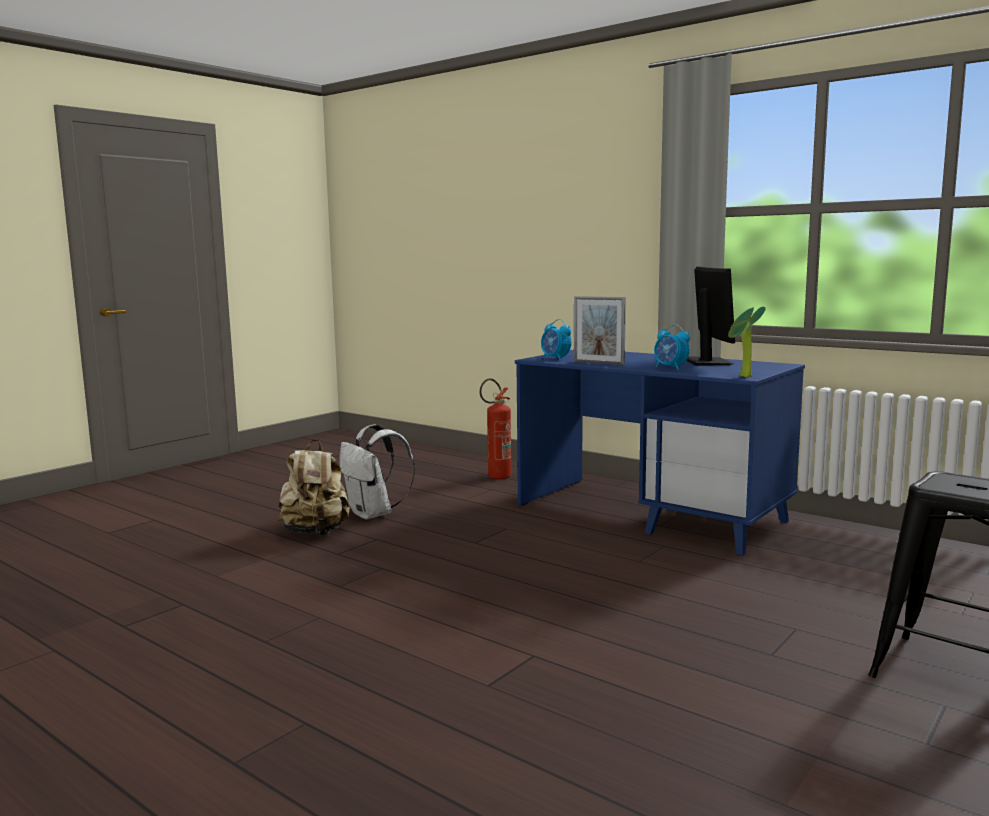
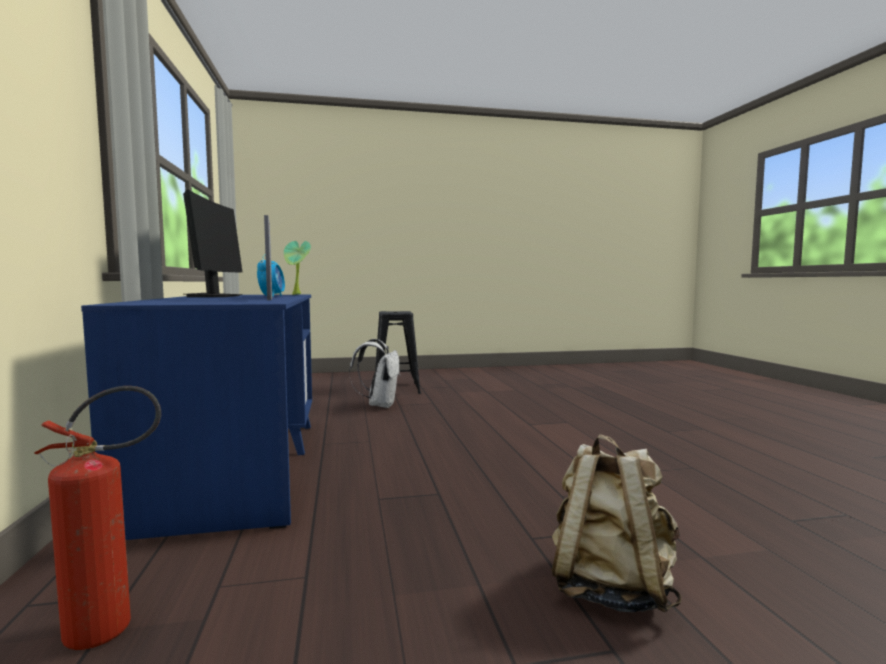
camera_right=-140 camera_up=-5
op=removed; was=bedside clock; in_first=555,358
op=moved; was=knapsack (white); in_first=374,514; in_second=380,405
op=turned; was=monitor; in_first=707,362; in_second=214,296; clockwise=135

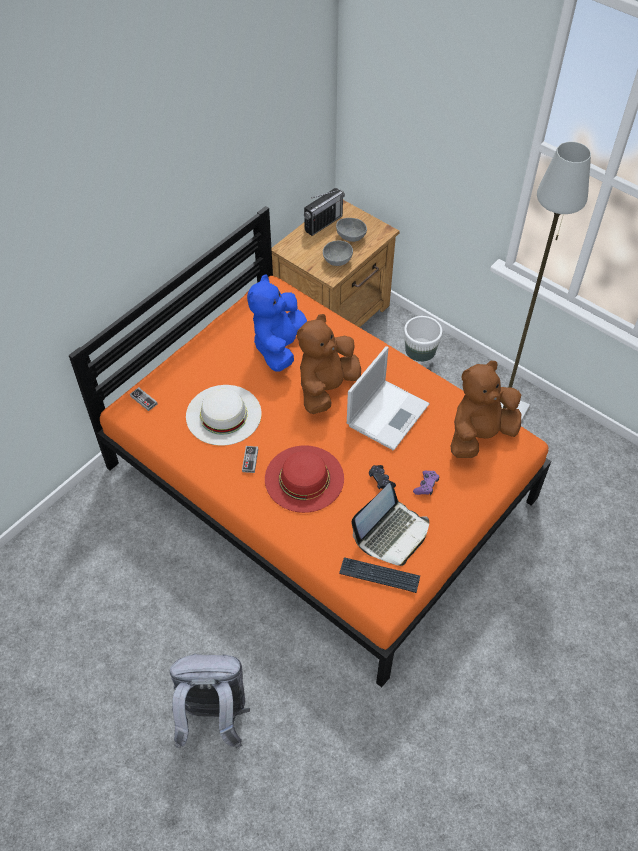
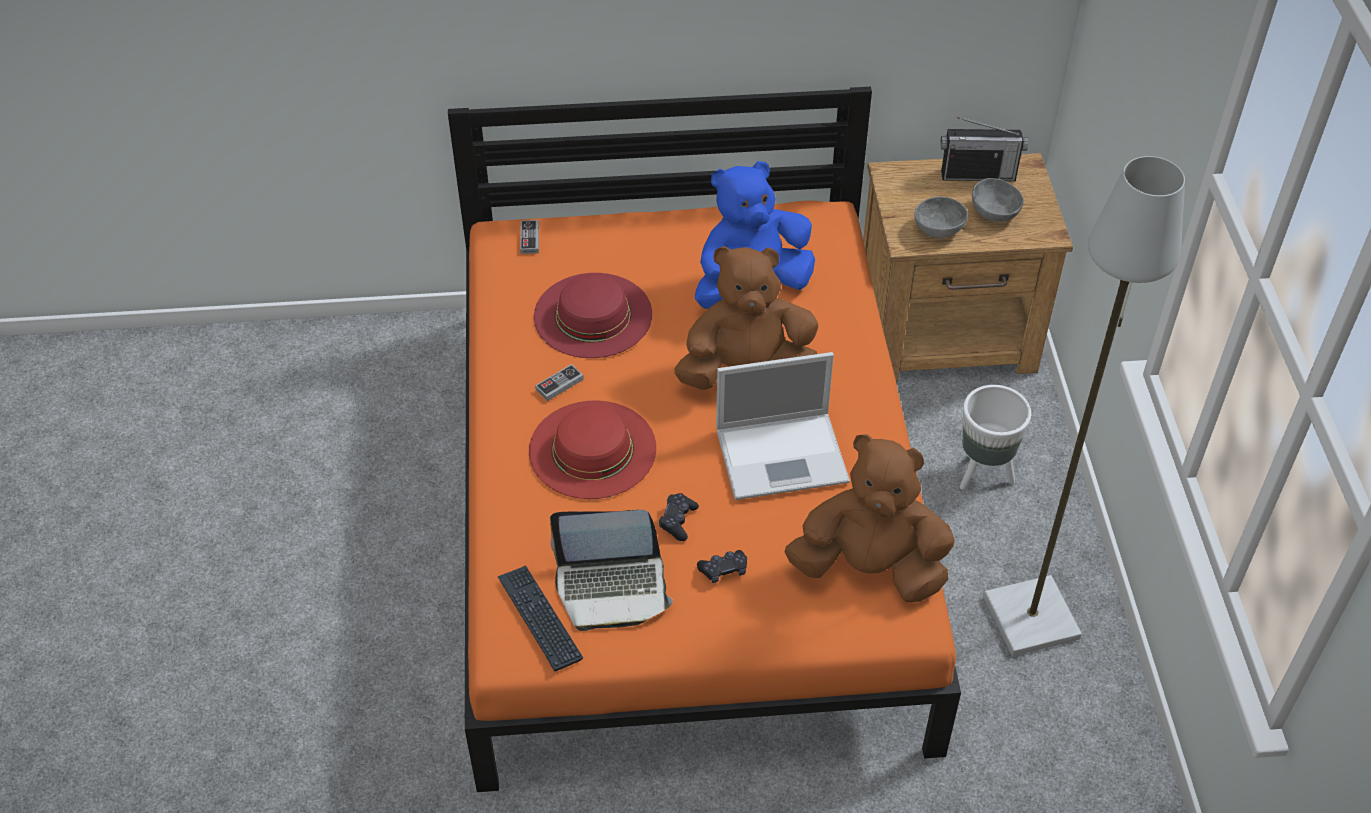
camera_right=45 camera_up=-5
op=removed; was=knapsack (gray); in_first=213,716
op=recoloured; was=hat (white); now=hat (red-coloured); in_first=223,414; in_second=592,315
op=recoloured; was=joypad (purplish); now=joypad (black-coloured); in_first=426,485; in_second=724,570

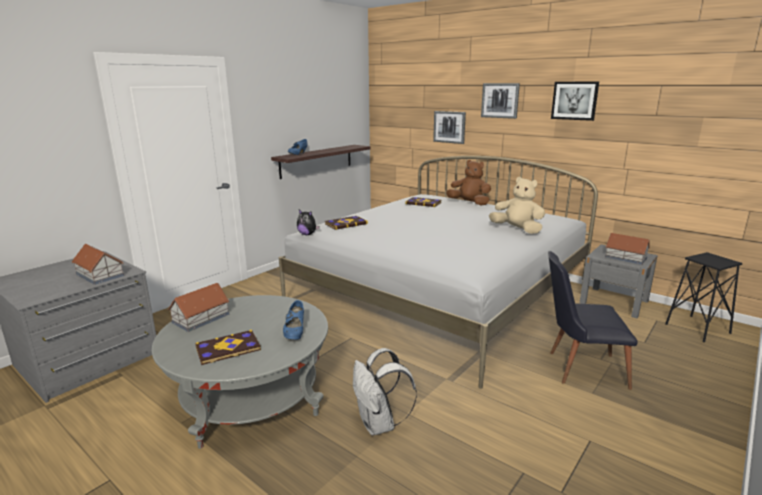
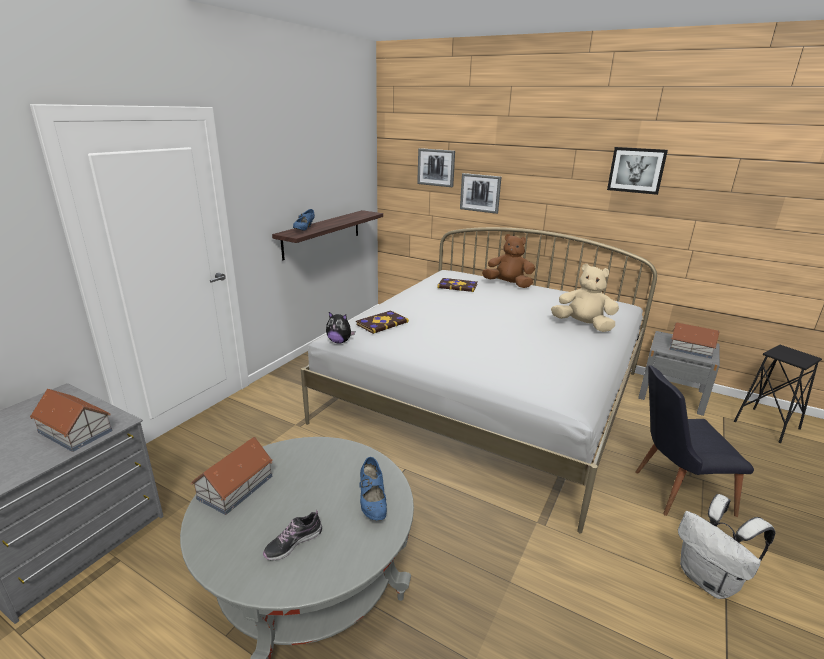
camera_right=-10 camera_up=5
op=moved; was=knapsack (white); in_first=379,424; in_second=709,580
op=moved; was=picture; in_first=500,100; in_second=436,167
op=replaced; was=book; now=item of footwear; in_first=228,349; in_second=293,543

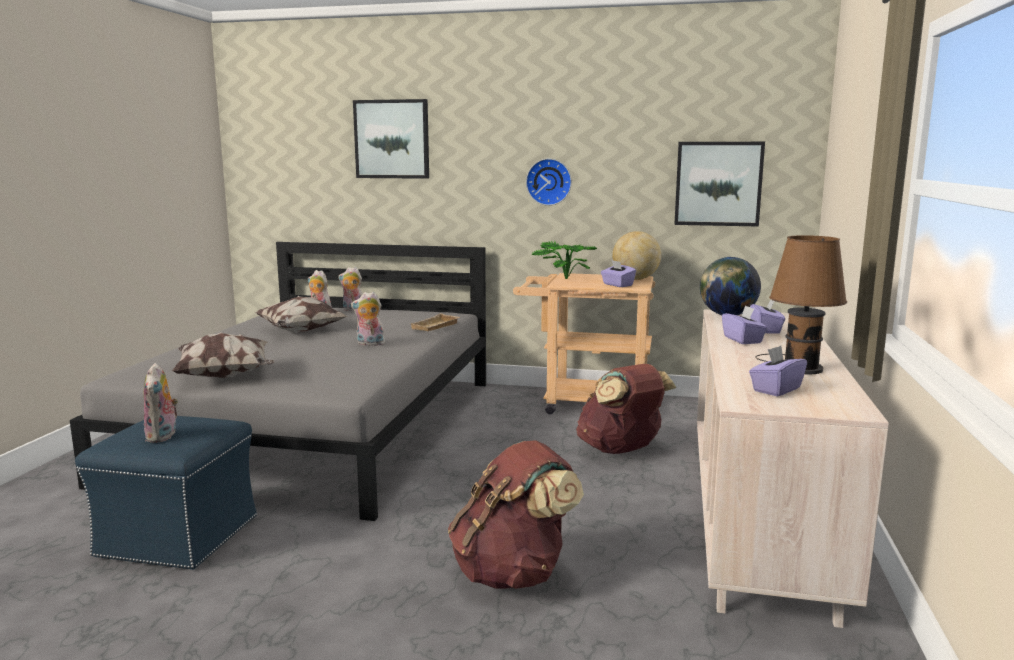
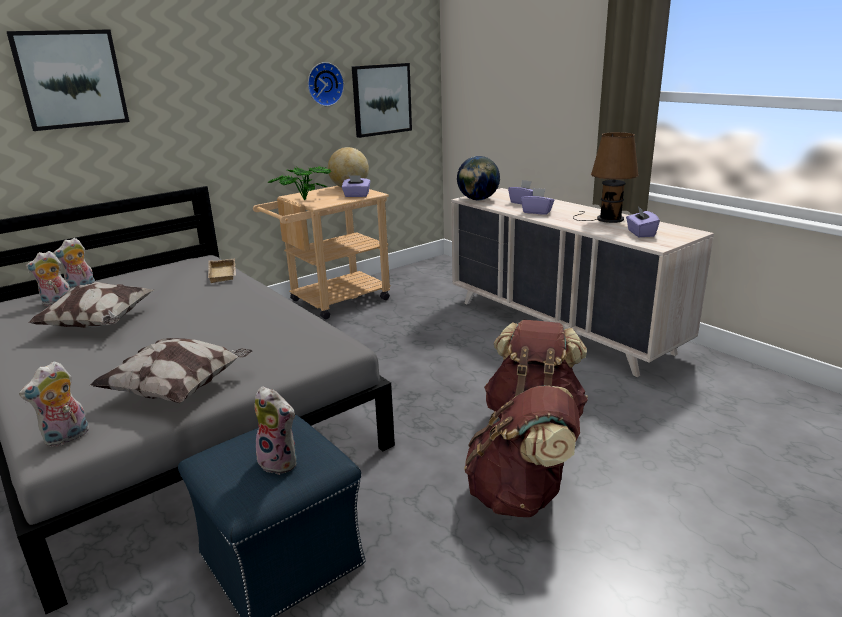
camera_right=-50 camera_up=10
op=moved; was=cuddly toy; in_first=369,344; in_second=67,438
op=moved; was=clock on the wall; in_first=549,182; in_second=324,84
op=moved; was=knapsack (brown); in_first=621,450; in_second=521,496

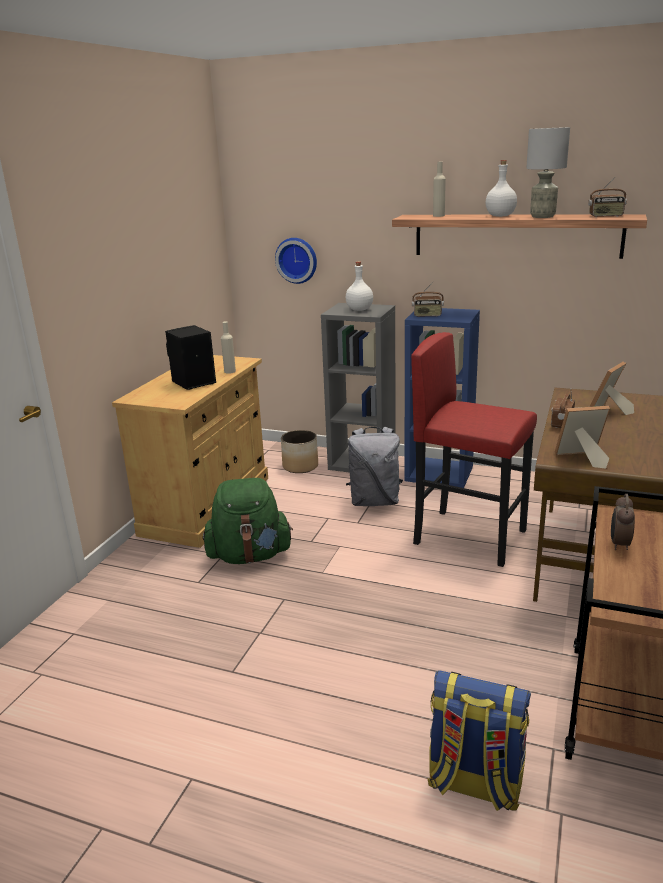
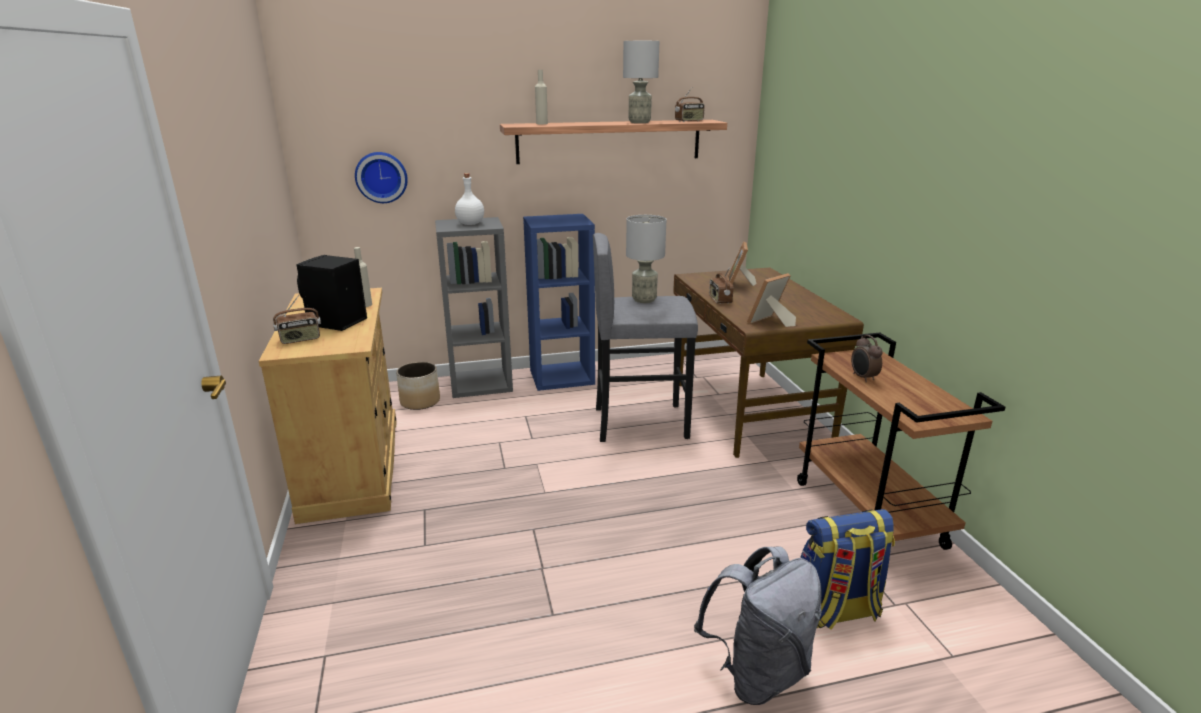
camera_right=-35 camera_up=0
op=removed; was=knapsack (greenish); in_first=249,556
op=removed; was=drink bottle (white); in_first=501,216
op=added; now=tabletop lamp (gray); in_second=643,300
op=moved; was=knapsack (gray); in_first=374,501; in_second=757,673
op=moved; was=radio; in_first=427,315; in_second=300,339
op=recoloured; was=stool (red-coloured); now=stool (gray); in_first=470,537; in_second=640,422

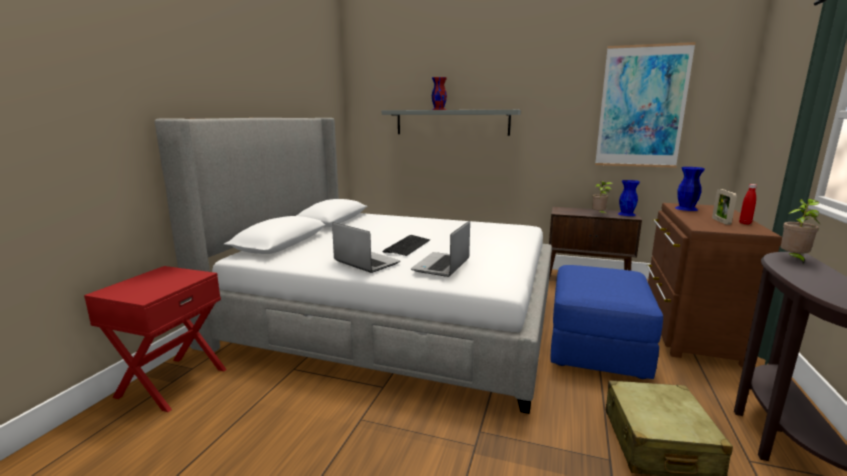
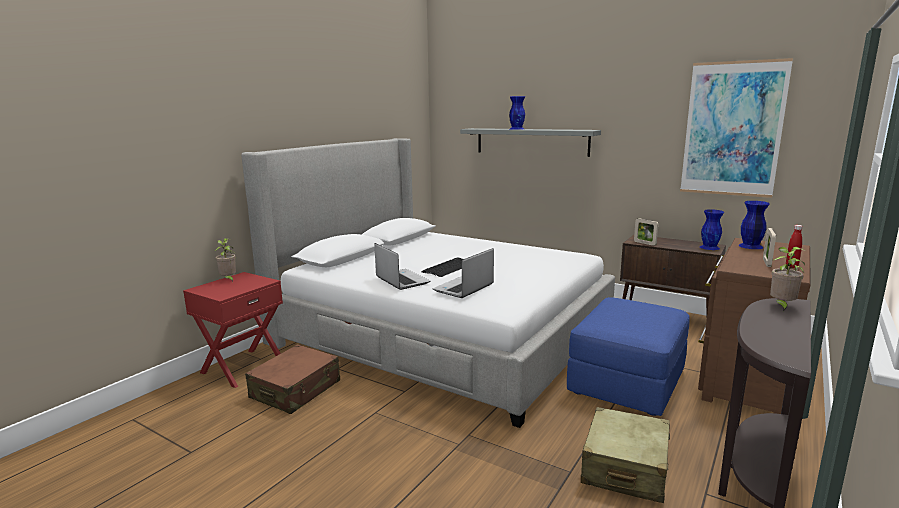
camera_right=15 camera_up=0
op=added; now=piece of luggage (brown); in_second=296,390
op=added; now=standing frame; in_second=644,243
op=moved; was=potted plant; in_first=599,214; in_second=228,280
op=recoloured; was=decorative vase (red-coloured); now=decorative vase (blue-coloured); in_first=438,109; in_second=516,129

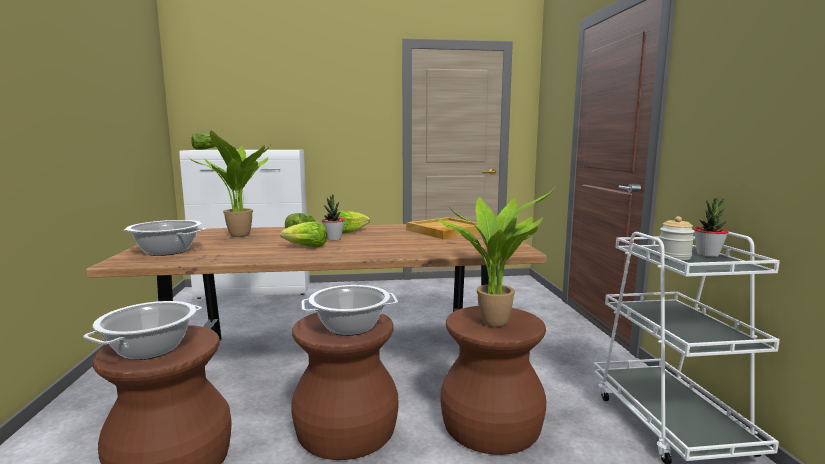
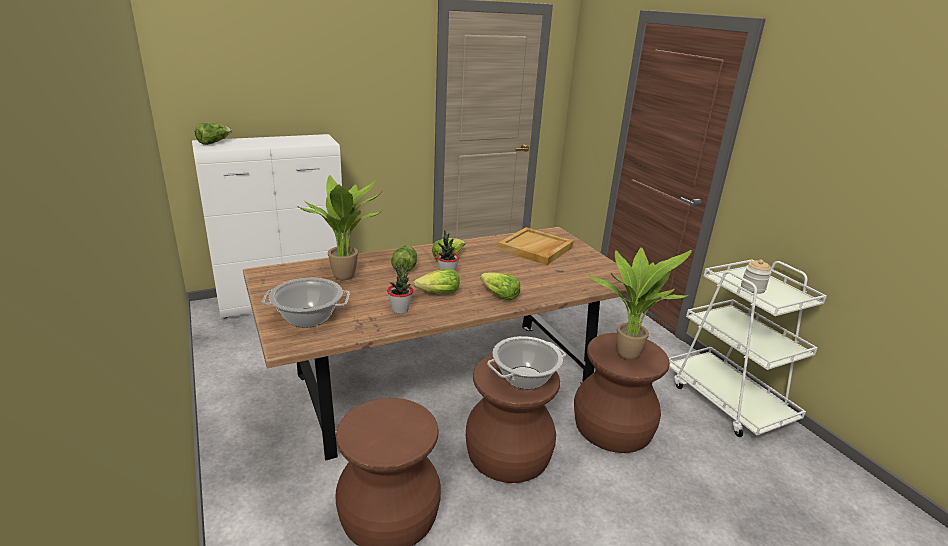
camera_right=-20 camera_up=15
op=removed; was=cooking pot; in_first=150,349
op=added; now=lettuce; in_second=499,296
op=moved; was=potted plant; in_first=707,254; in_second=400,309

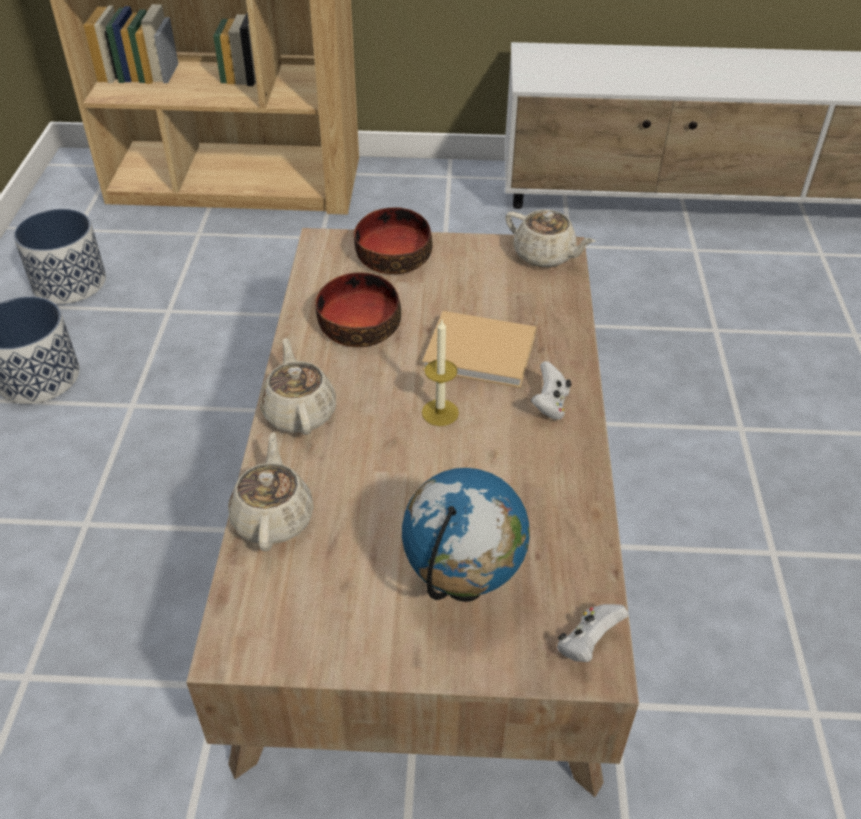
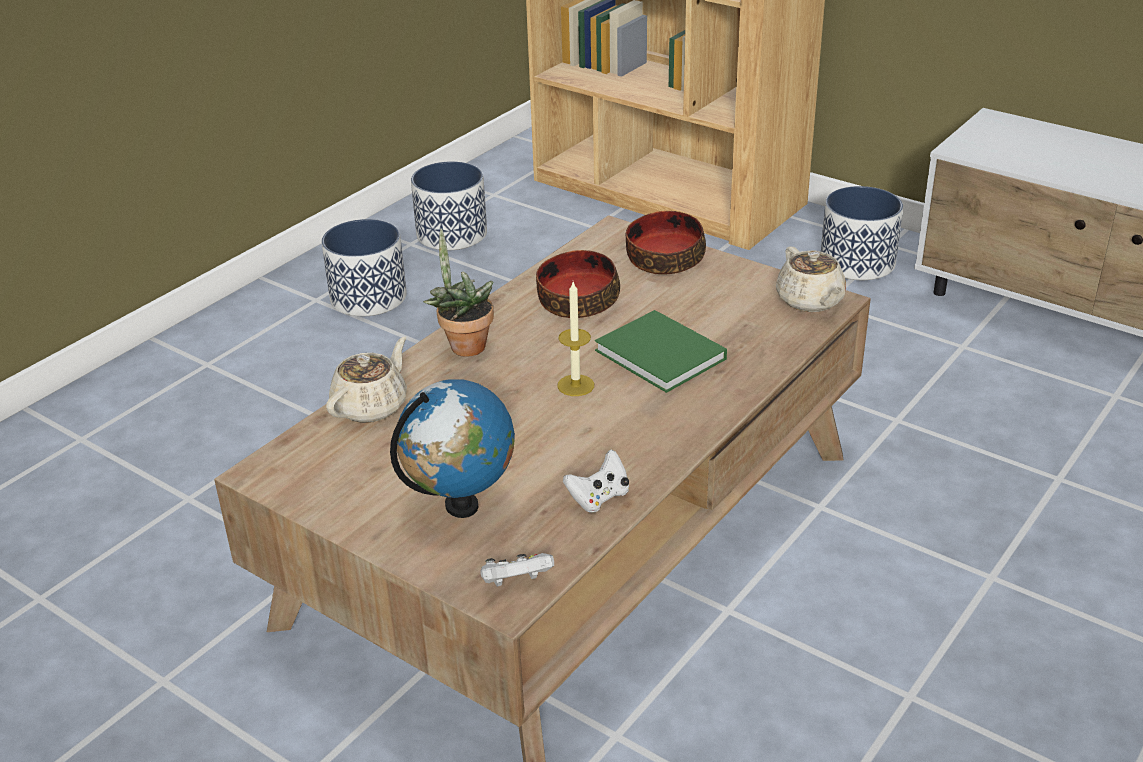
camera_right=35 camera_up=-10
op=added; now=planter; in_second=856,263
op=moved; was=joypad (white); in_first=550,404; in_second=599,498
op=replaced; was=tea pot (beige); now=potted plant; in_first=299,412; in_second=463,345
op=recoloured; was=book (beige); now=book (greenish); in_first=483,353; in_second=662,356

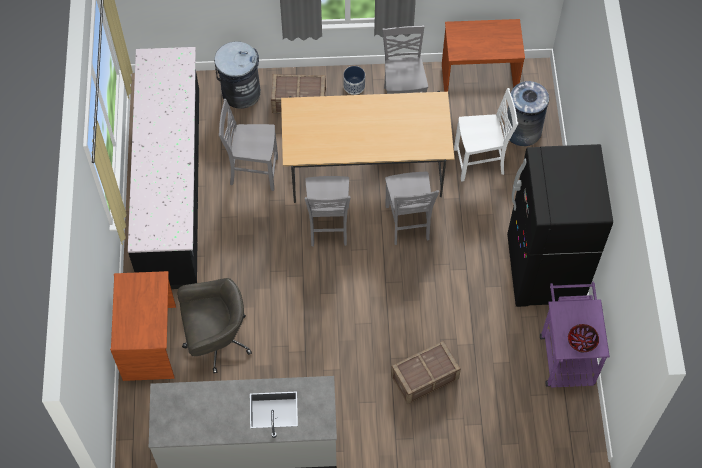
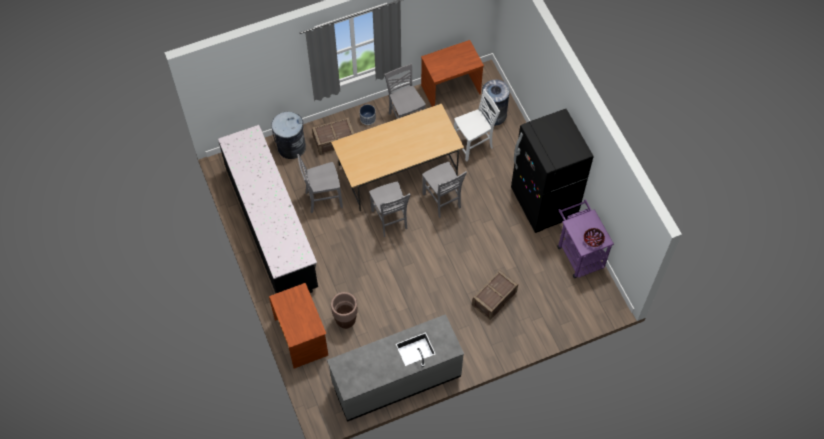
camera_right=-20 camera_up=0
op=replaced; was=office chair (gray); now=planter (brown); in_first=216,340; in_second=346,320

